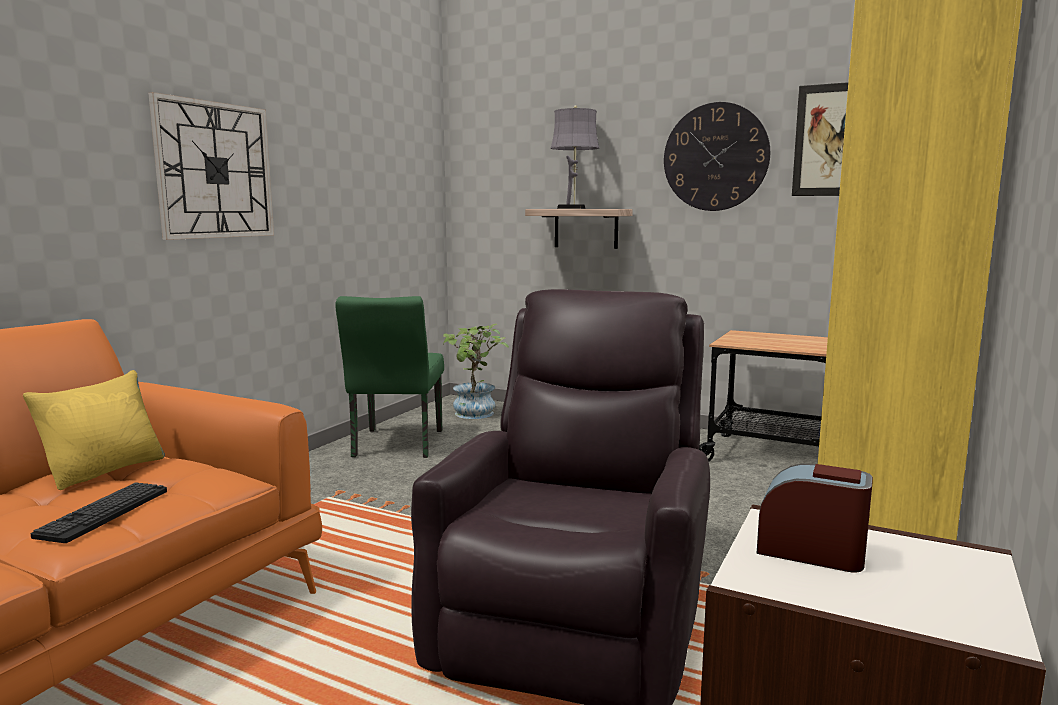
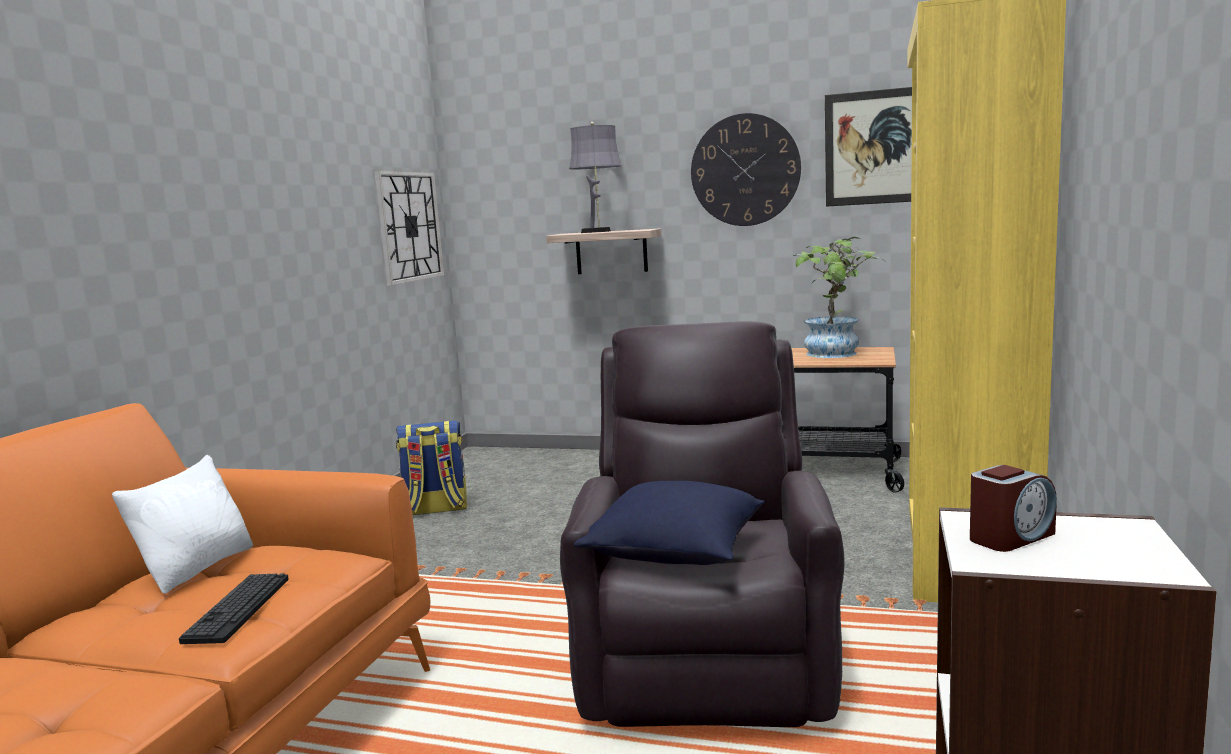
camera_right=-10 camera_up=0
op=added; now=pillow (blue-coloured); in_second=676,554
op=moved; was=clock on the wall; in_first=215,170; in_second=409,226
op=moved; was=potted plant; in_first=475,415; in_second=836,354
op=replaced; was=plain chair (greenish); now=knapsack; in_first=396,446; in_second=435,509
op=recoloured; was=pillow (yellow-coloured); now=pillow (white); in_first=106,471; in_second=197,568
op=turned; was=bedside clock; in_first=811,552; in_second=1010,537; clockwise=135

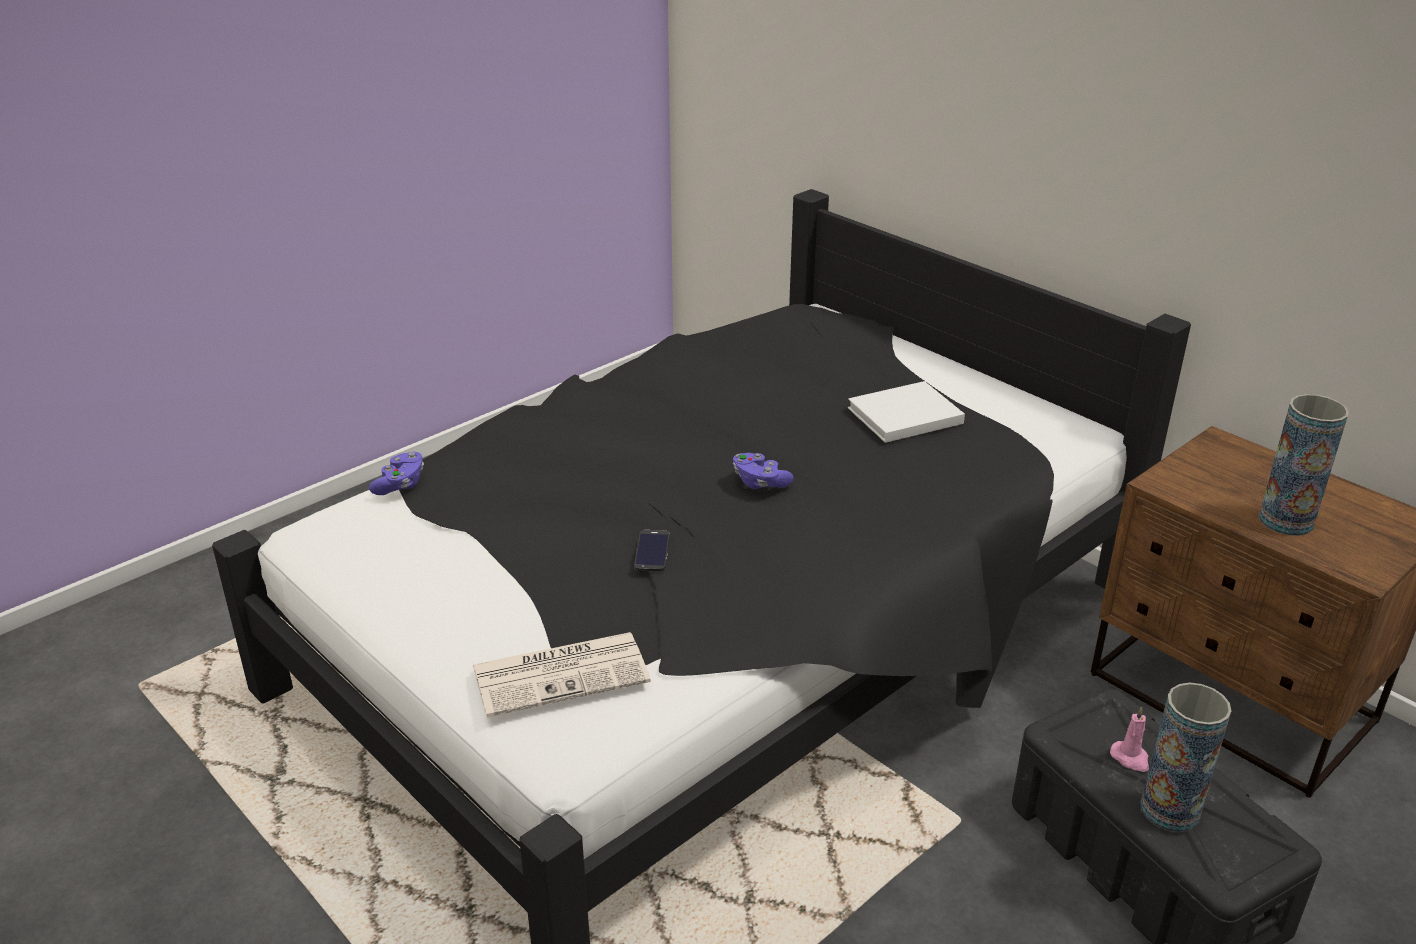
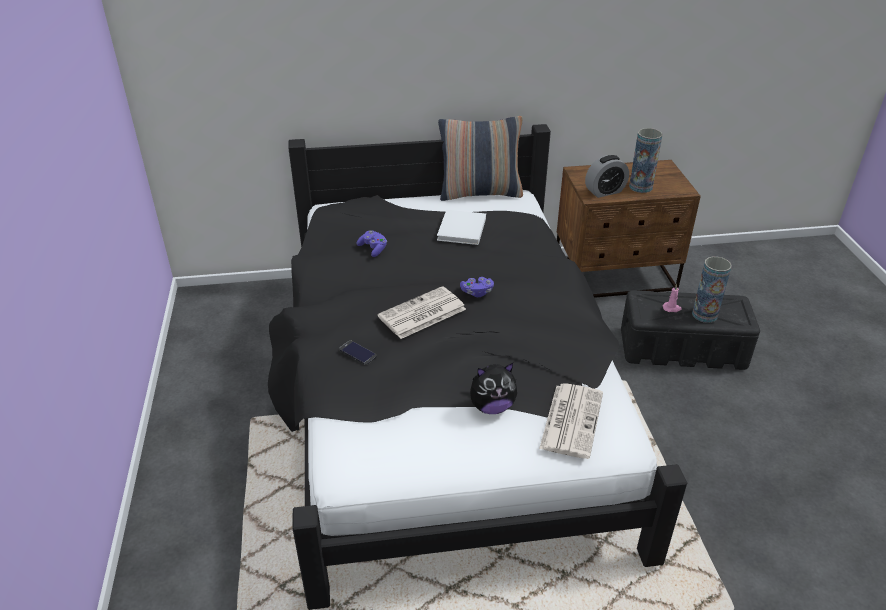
camera_right=-55 camera_up=5
op=added; now=daily paper; in_second=421,314
op=added; now=pillow; in_second=480,193
op=added; now=cuddly toy; in_second=492,406
op=added; now=bedside clock; in_second=605,191
op=moved; was=joypad (purplish); in_first=400,485; in_second=373,249
op=moved; was=handset; in_first=652,551; in_second=358,353

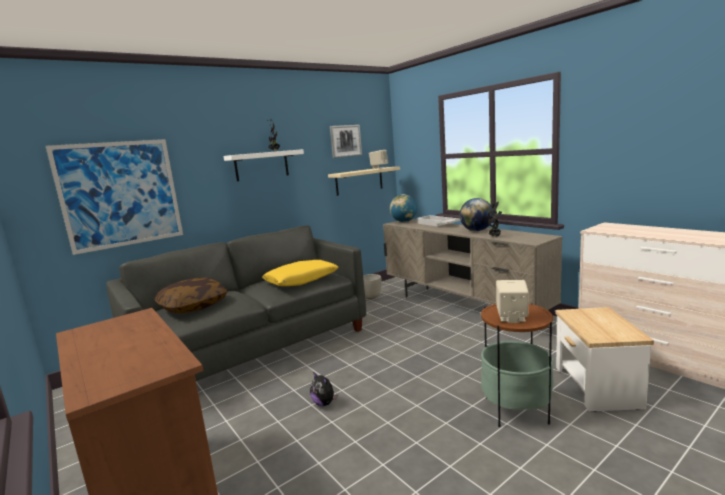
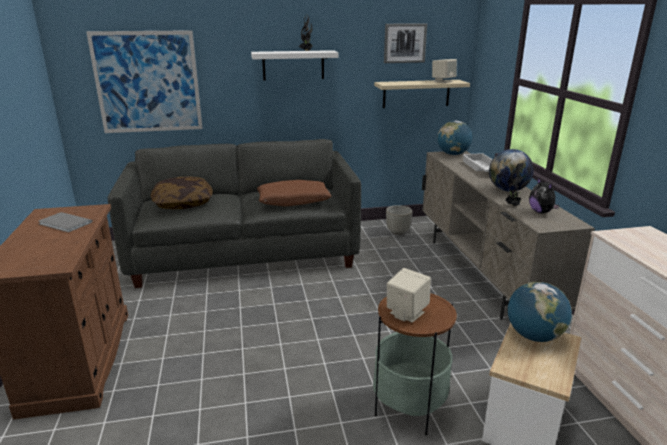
camera_right=25 camera_up=10
op=added; now=book (gray); in_second=65,223
op=added; now=world globe; in_second=534,336
op=moved; was=cuddly toy; in_first=324,403; in_second=541,212
op=recoloured; was=pillow (yellow-coloured); now=pillow (brown); in_first=301,280; in_second=293,201

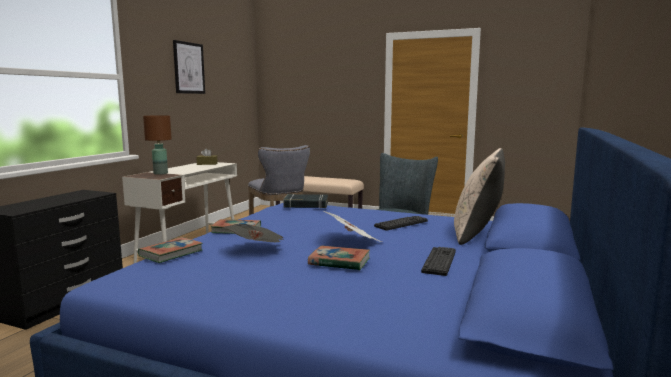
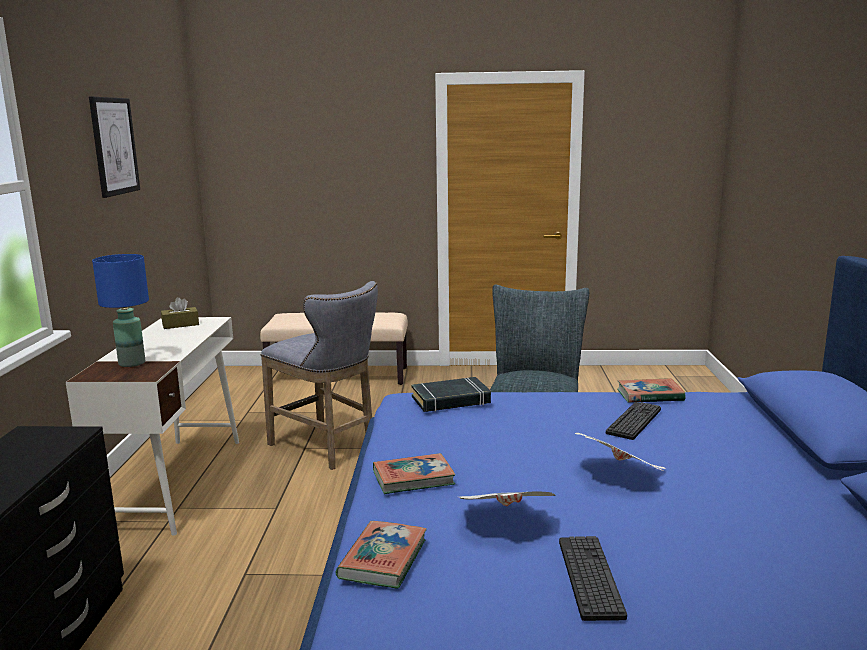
camera_right=-20 camera_up=5
op=removed; was=pillow (beige); in_first=477,234
op=moved; was=book; in_first=339,262; in_second=650,395
op=moved; was=PC keyboard; in_first=439,261; in_second=590,577
op=recoloured; was=tabletop lamp (brown); now=tabletop lamp (blue-coloured); in_first=160,173; in_second=131,363

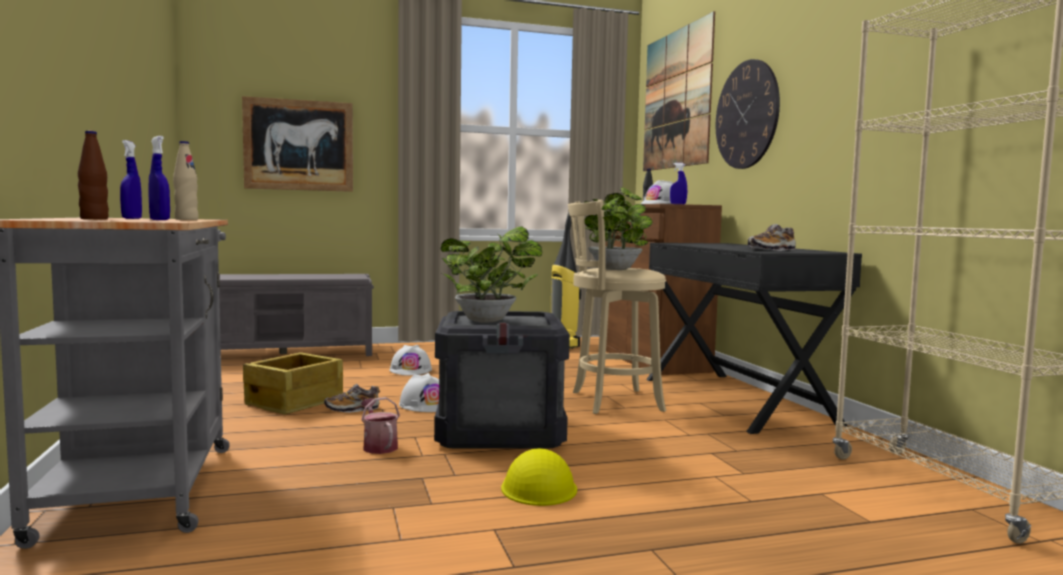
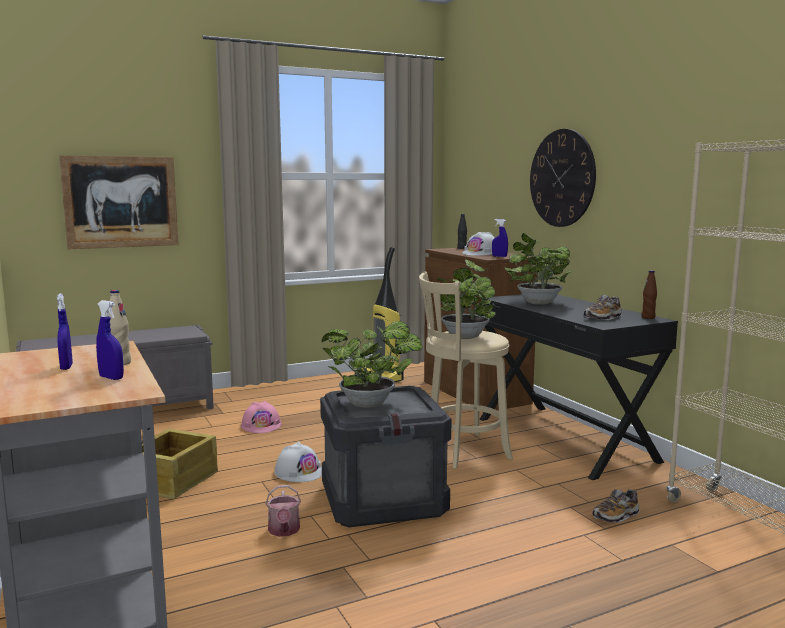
camera_right=-10 camera_up=5
op=removed; was=work helmet (yellow-coloured); in_first=538,487
op=removed; was=picture; in_first=677,99
op=added; now=potted plant; in_second=536,302
op=moved; was=drink bottle (brown); in_first=94,219; in_second=648,318
op=moved; was=item of footwear; in_first=352,409; in_second=616,516
op=recoloured; was=work helmet (white); now=work helmet (pink-coloured); in_first=411,370; in_second=261,425
op=turned; was=watering can; in_first=378,446; in_second=284,531; clockwise=-150

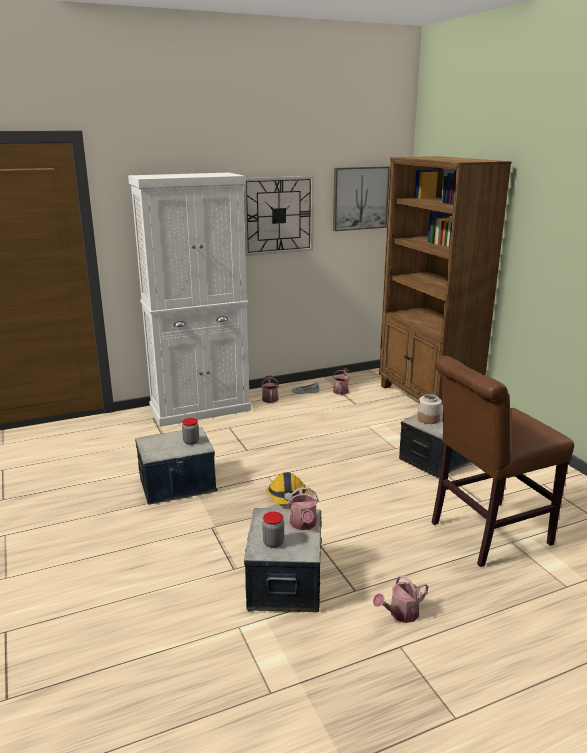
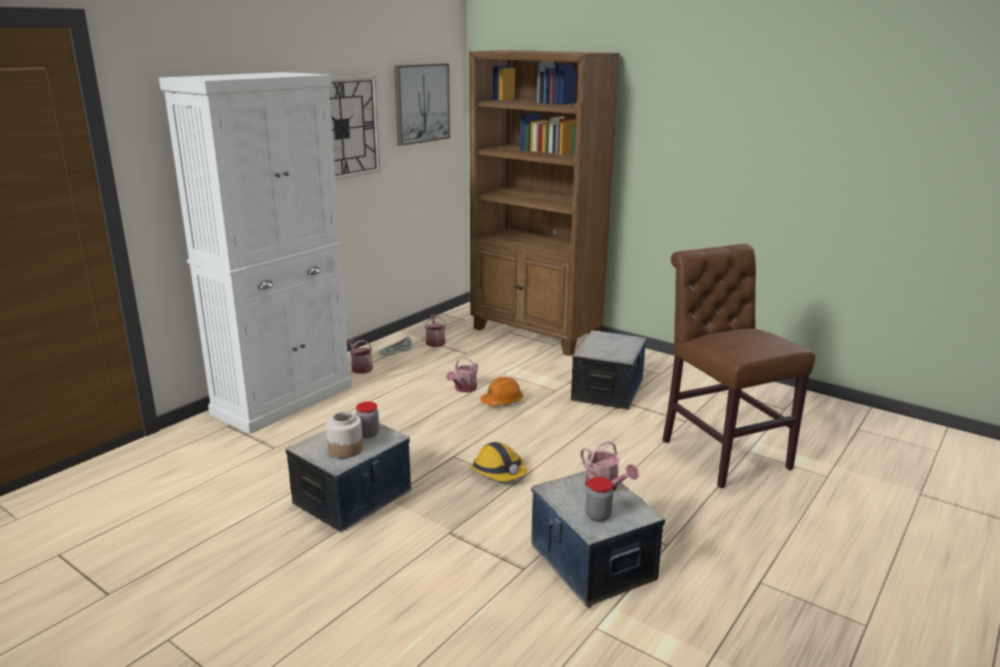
camera_right=-30 camera_up=0
op=added; now=work helmet (orange); in_second=502,401
op=moved; was=watering can; in_first=400,614; in_second=463,389
op=moved; was=jar; in_first=428,419; in_second=346,449
op=turned; was=plain chair (brown); in_first=484,534; in_second=720,451; clockwise=120

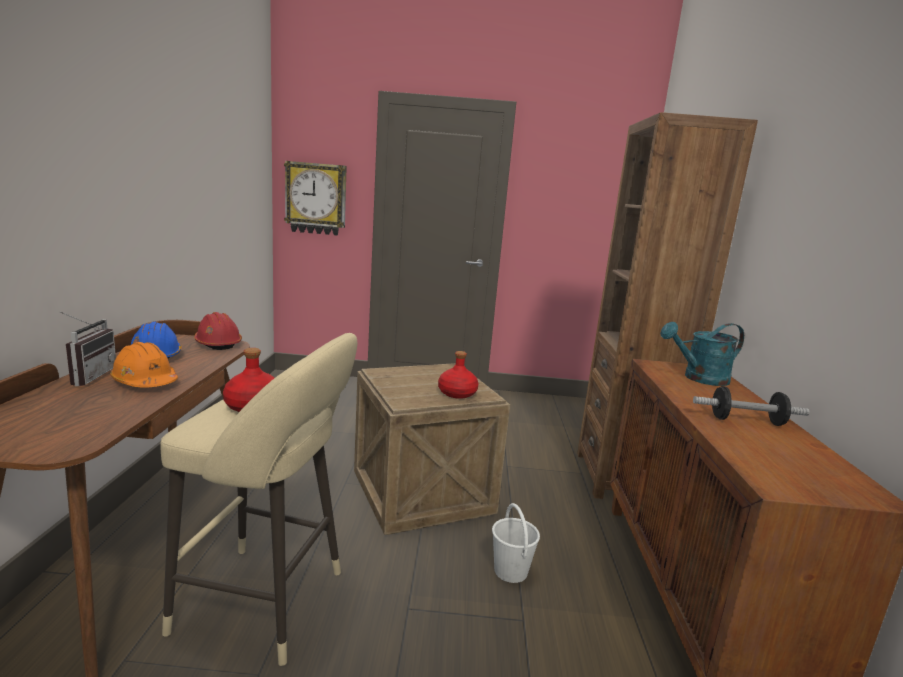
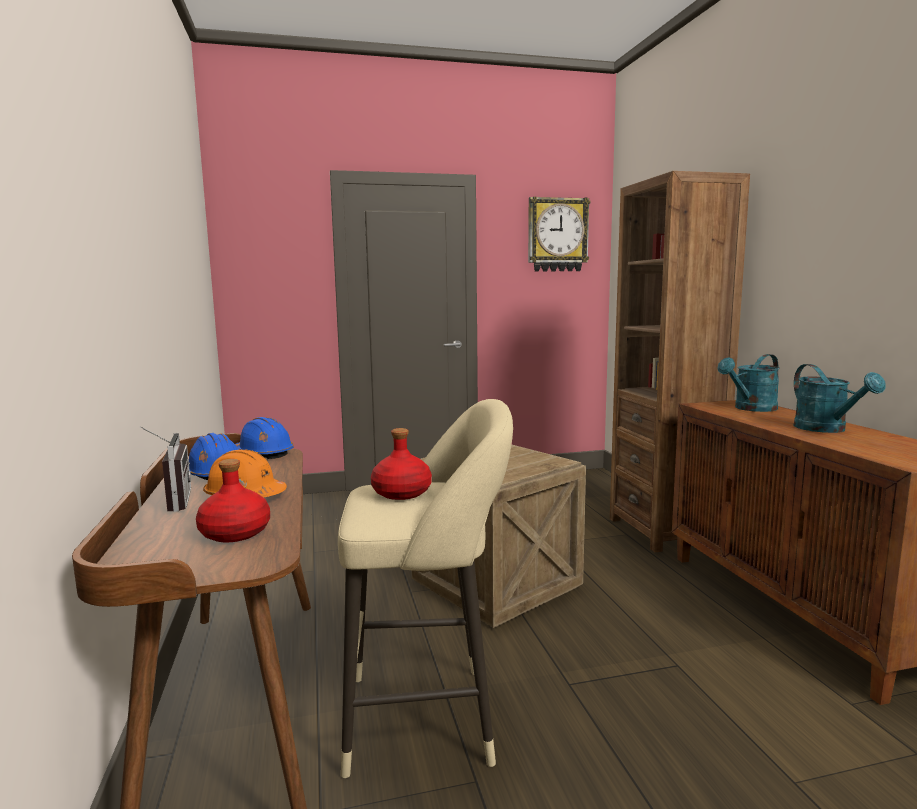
camera_right=-15 camera_up=-5
op=removed; was=bucket (white); in_first=511,571
op=moved; was=clock on the wall; in_first=316,198; in_second=557,235
op=moved; was=drink bottle (red-coloured); in_first=457,393; in_second=235,533
op=replaced; was=free weight; now=watering can (blue-green); in_first=746,421; in_second=827,429
op=recoloured; was=work helmet (red-coloured); now=work helmet (blue-coloured); in_first=217,343; in_second=264,454

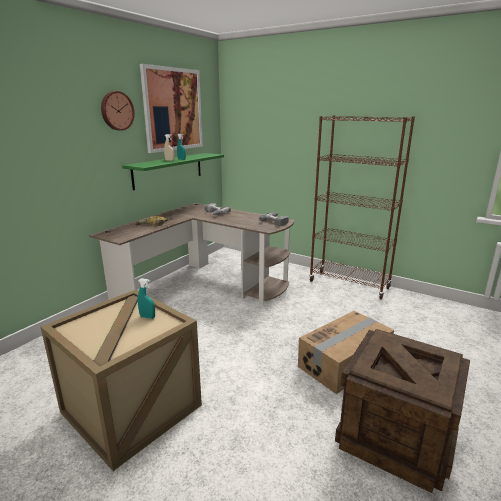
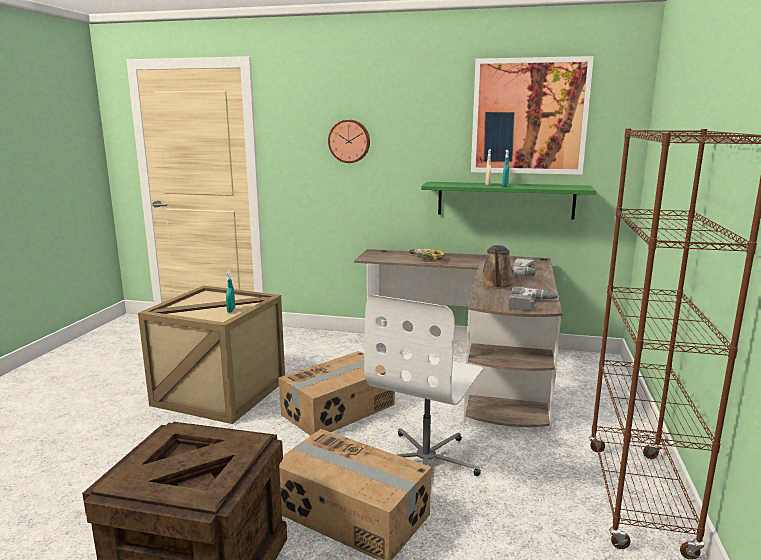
camera_right=70 camera_up=-5
op=added; now=packing box; in_second=339,410
op=added; now=office chair (white); in_second=427,461
op=added; now=watering can (brown); in_second=496,284
op=moved; was=clock on the wall; in_first=116,111; in_second=349,141

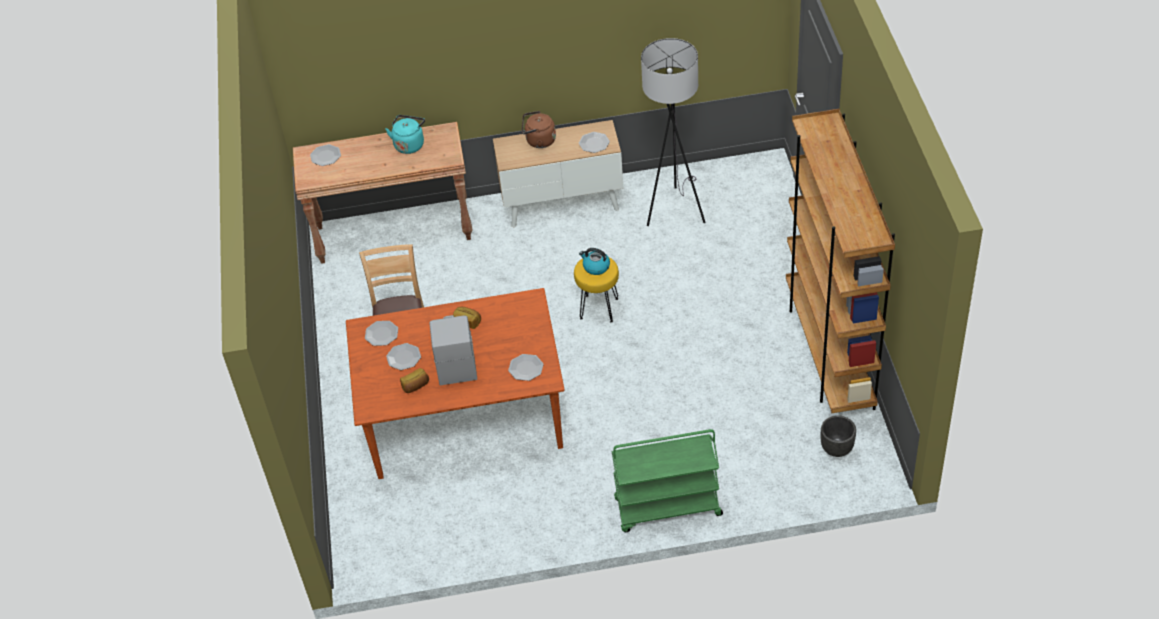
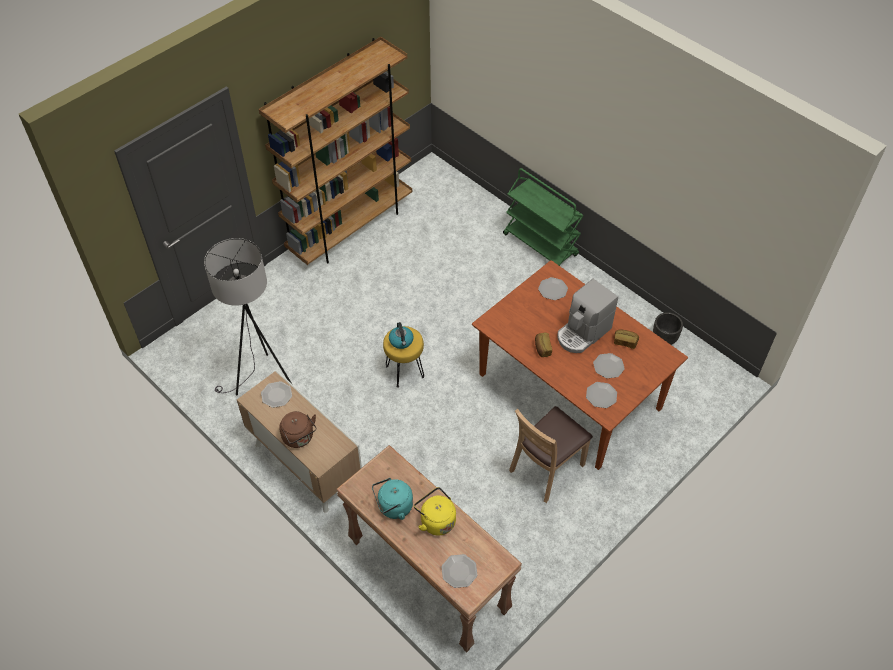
camera_right=-130 camera_up=5
op=added; now=tea kettle (yellow-coloured); in_second=436,520
op=moved; was=planter (black-coloured); in_first=837,449; in_second=664,339

